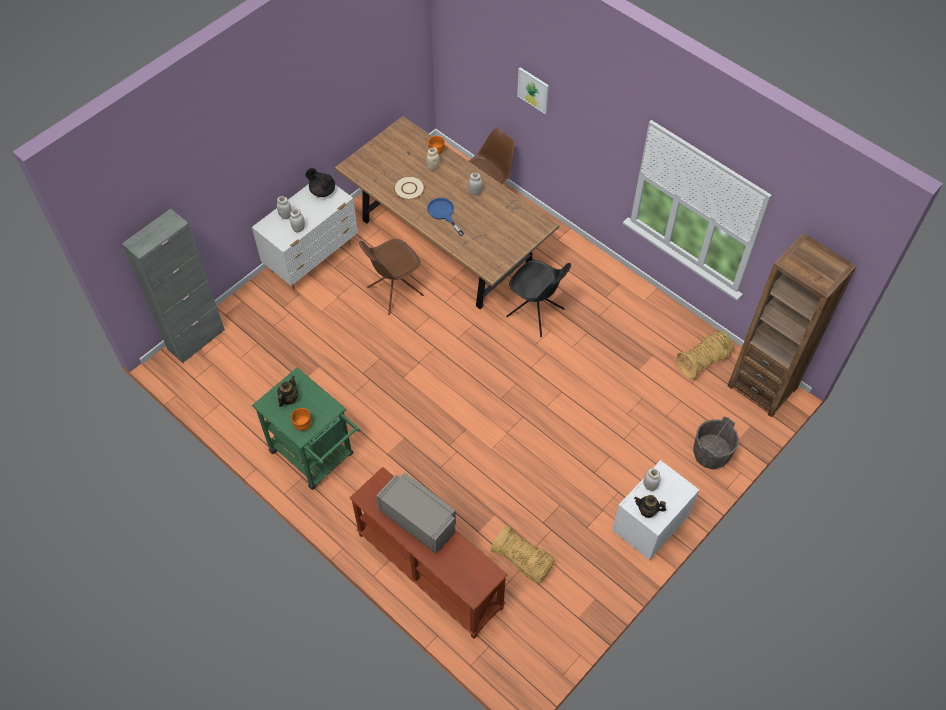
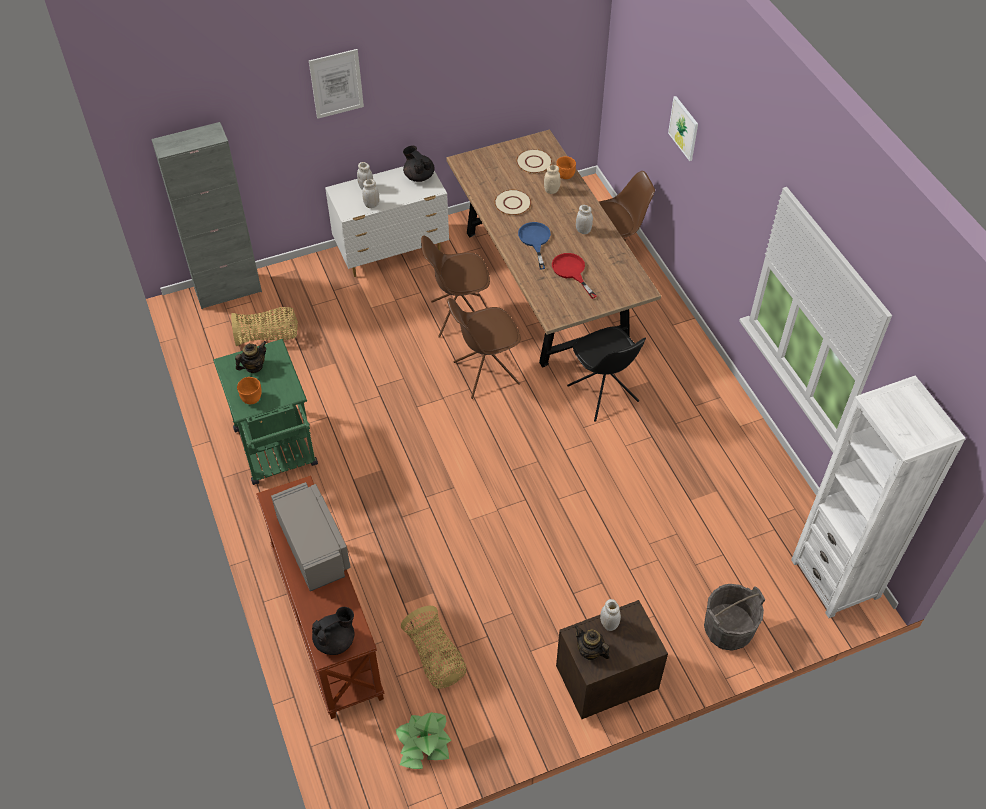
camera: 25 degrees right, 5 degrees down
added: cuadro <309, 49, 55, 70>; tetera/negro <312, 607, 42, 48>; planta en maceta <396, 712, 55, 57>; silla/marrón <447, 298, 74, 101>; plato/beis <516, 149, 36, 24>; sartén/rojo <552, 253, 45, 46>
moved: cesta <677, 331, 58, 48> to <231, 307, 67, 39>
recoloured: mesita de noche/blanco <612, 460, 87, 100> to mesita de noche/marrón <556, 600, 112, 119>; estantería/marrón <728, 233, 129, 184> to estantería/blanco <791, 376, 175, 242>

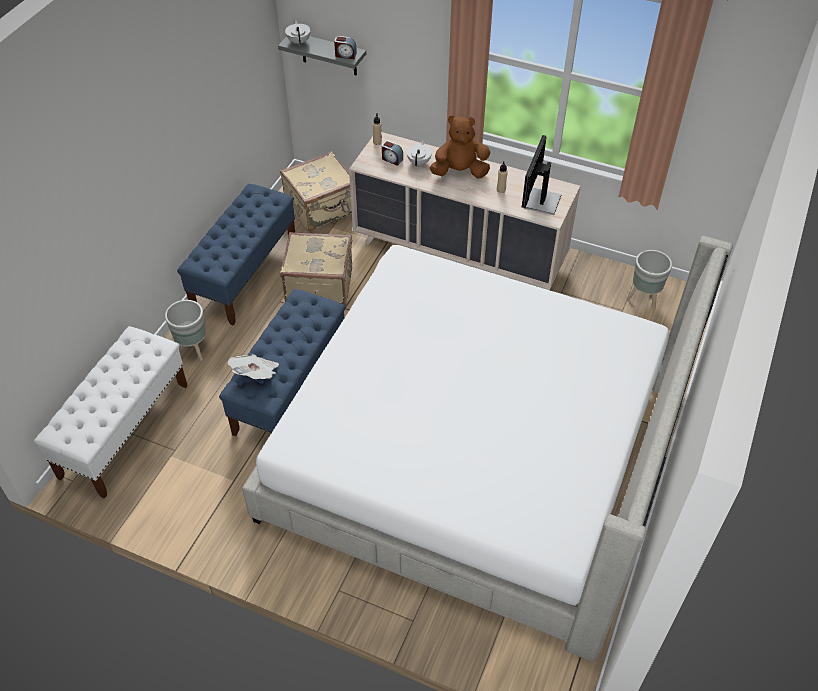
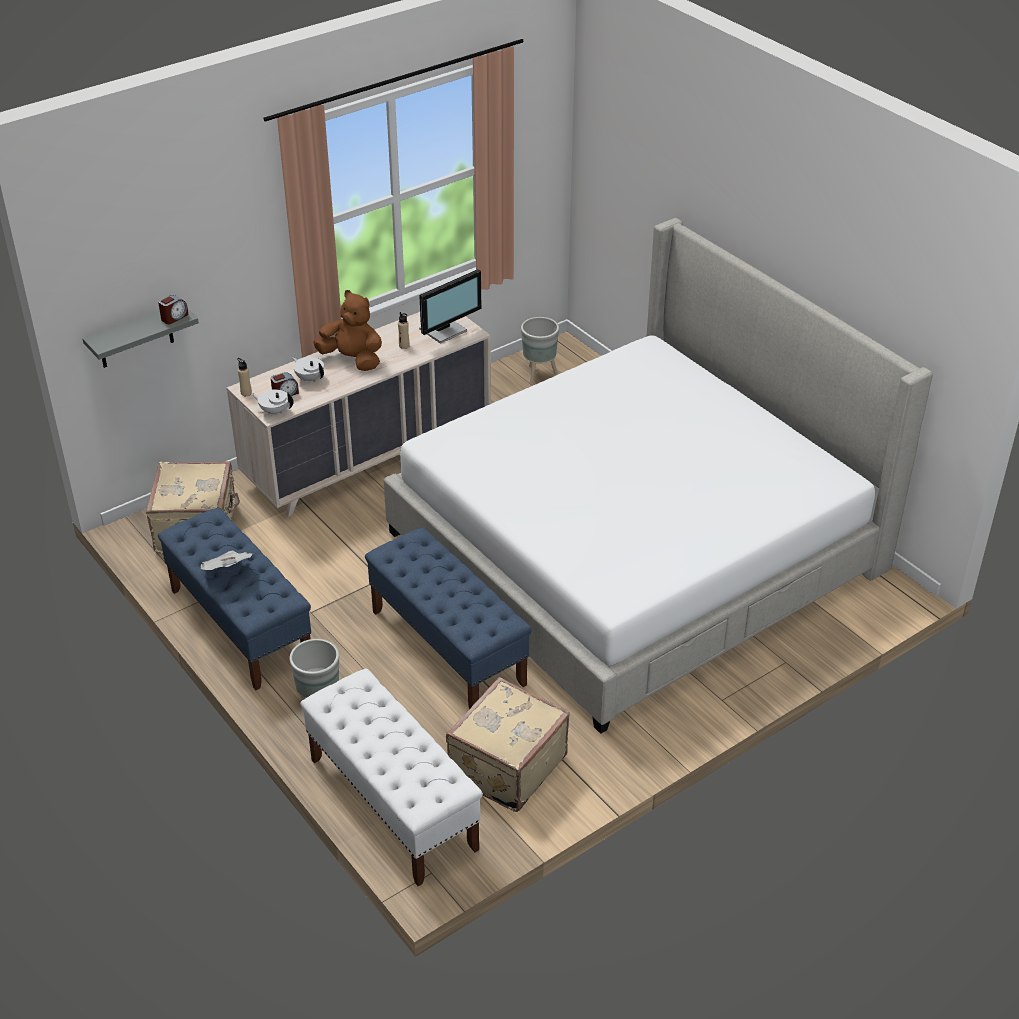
camera: 60 degrees left, 10 degrees down
moved: periódico <228, 354, 51, 25> to <201, 551, 52, 19>; maleta/beis <280, 232, 72, 74> to <446, 677, 124, 135>; tetera/blanco <285, 20, 26, 26> to <251, 389, 43, 27>
turned: peluche/marrón <430, 115, 60, 64> = <313, 290, 69, 81> 90 degrees clockwise; monitor <522, 135, 39, 80> = <419, 269, 62, 75> 90 degrees counterclockwise

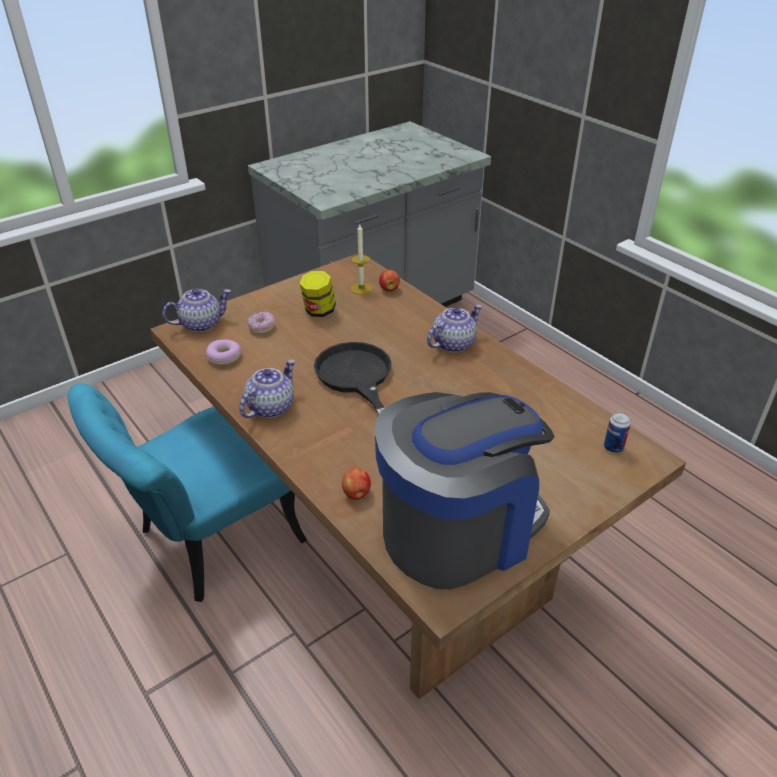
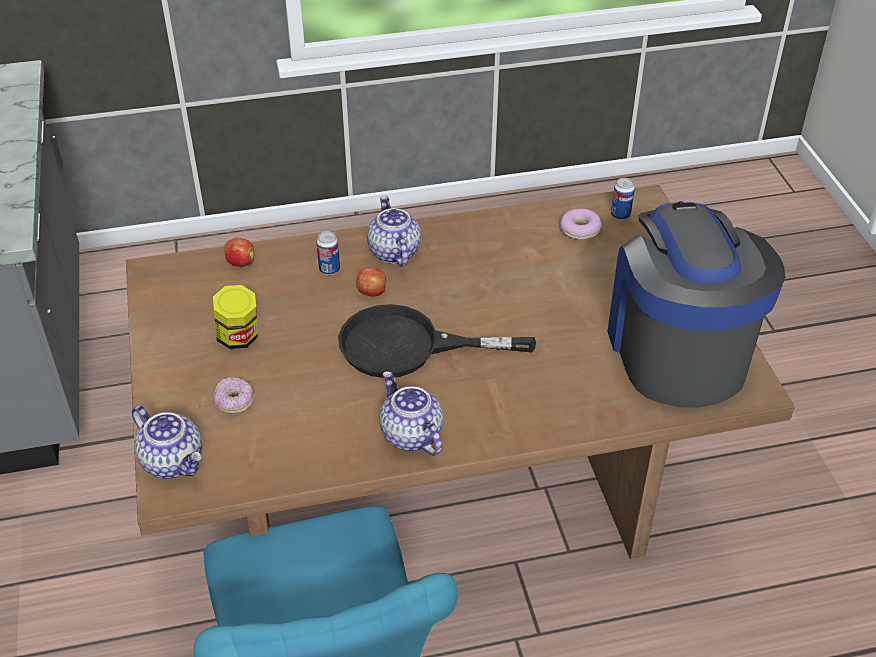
camera: 65 degrees left, 5 degrees up
removed: vela <351, 224, 21, 71>
added: lata <317, 231, 23, 44>
moved: rosquilla <206, 339, 35, 26> to <560, 209, 41, 31>; manzana <342, 468, 29, 32> to <356, 267, 30, 30>
turned: tetera <163, 288, 68, 44> = <132, 405, 70, 74> 135 degrees clockwise

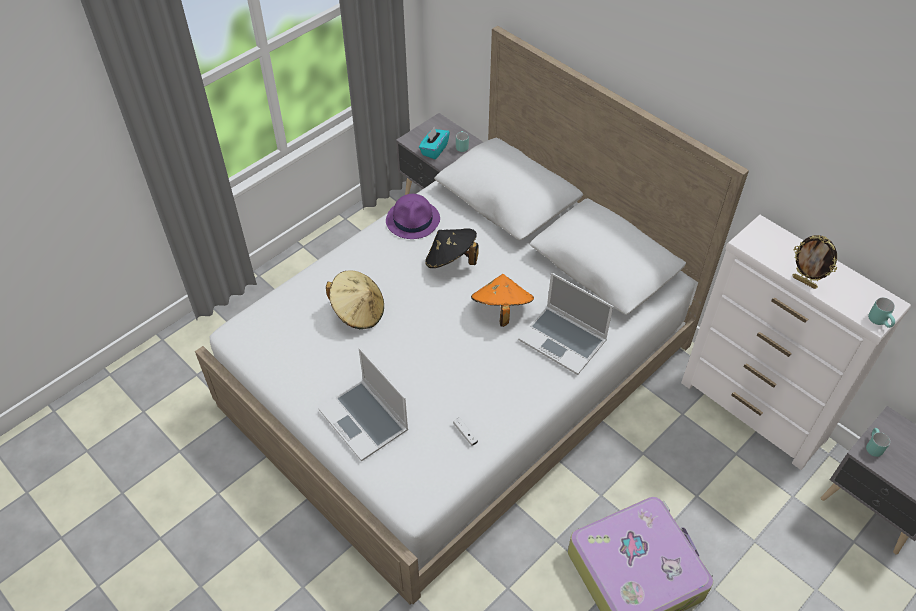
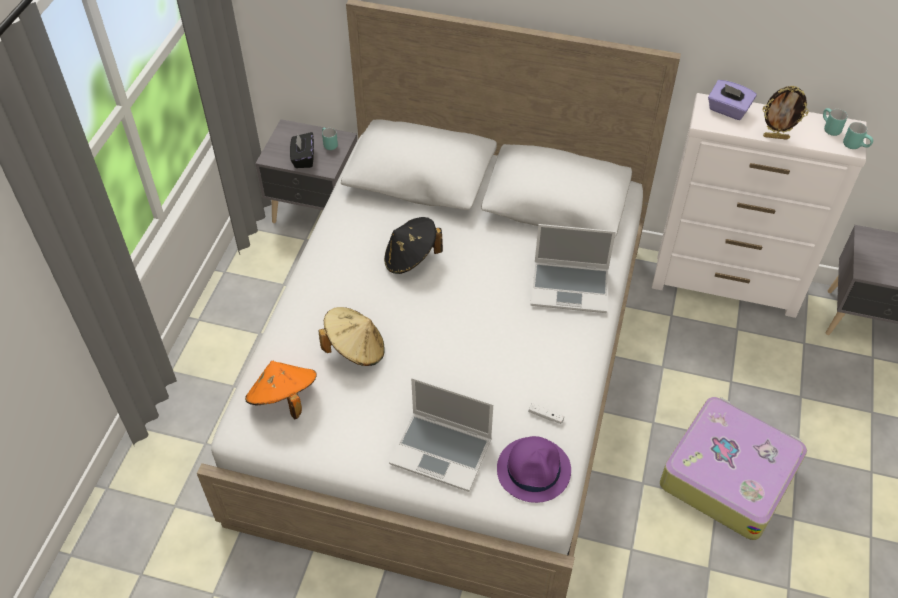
camera: 30 degrees left, 0 degrees up
added: caja de pañuelos/morado <708, 80, 49, 40>
moved: sombrero/morado <386, 194, 54, 45> to <497, 436, 74, 67>; sombrero/naranja <471, 274, 63, 53> to <245, 361, 72, 58>; taza grande/turquesa <866, 428, 24, 29> to <823, 108, 25, 28>
recoloured: caja de pañuelos/turquesa <419, 127, 31, 32> to caja de pañuelos/negro <290, 132, 24, 36>

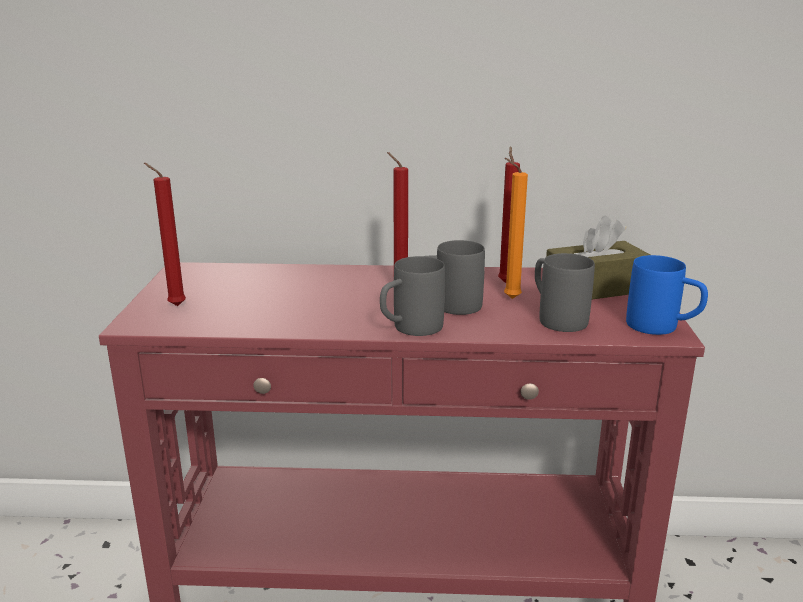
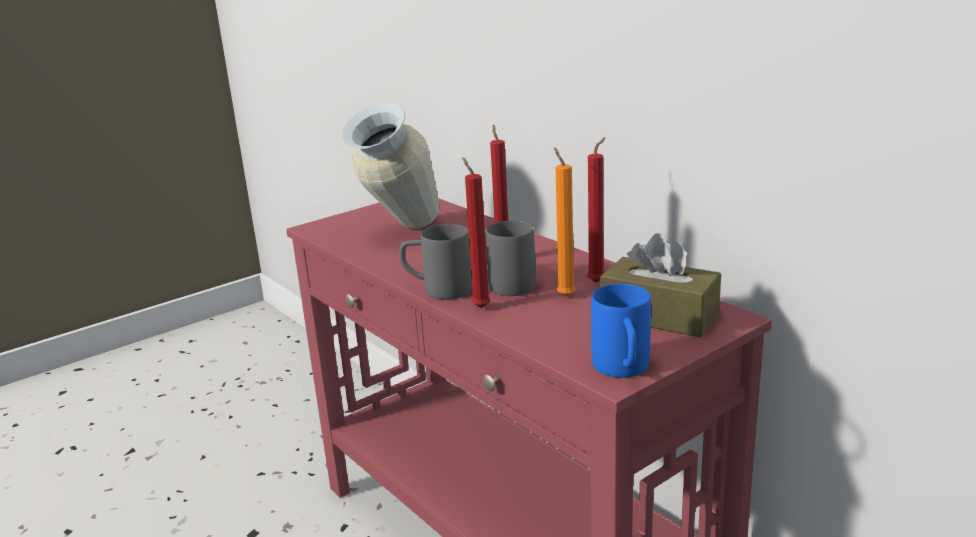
camera: 50 degrees right, 0 degrees up
removed: taza grande/gris <535, 253, 60, 79>
added: florero <342, 103, 98, 125>
moved: vela/rojo <144, 163, 42, 143> to <462, 157, 28, 151>

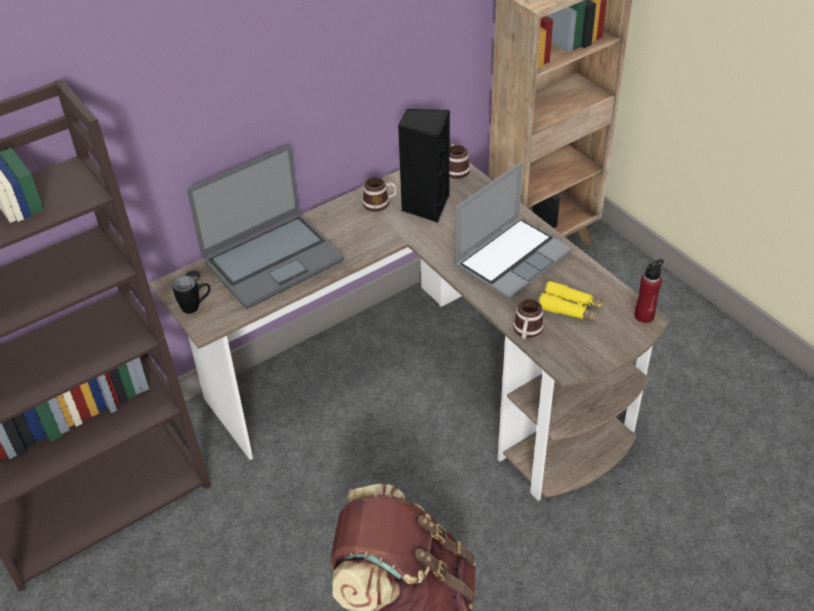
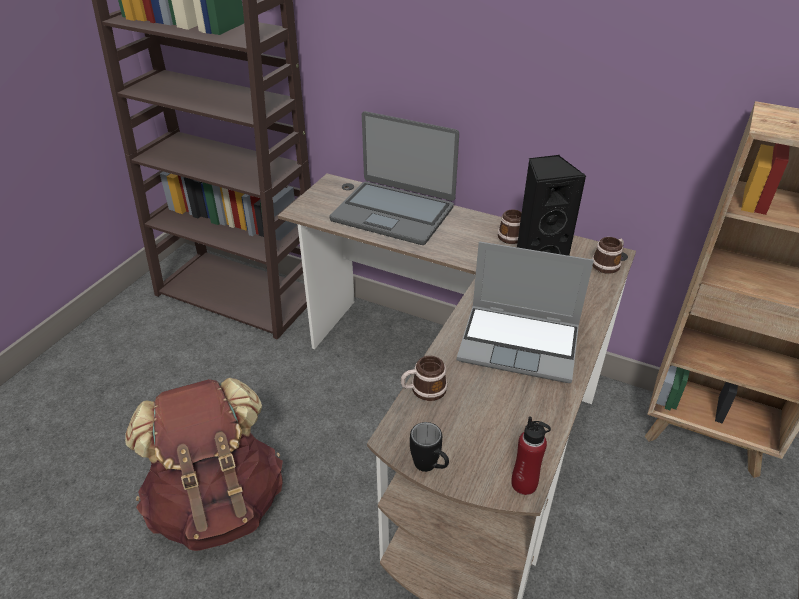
camera: 60 degrees right, 5 degrees down
removed: prismáticos/amarillo <539, 281, 65, 40>
moved: taza grande/negro <172, 276, 38, 38> to <410, 422, 39, 50>

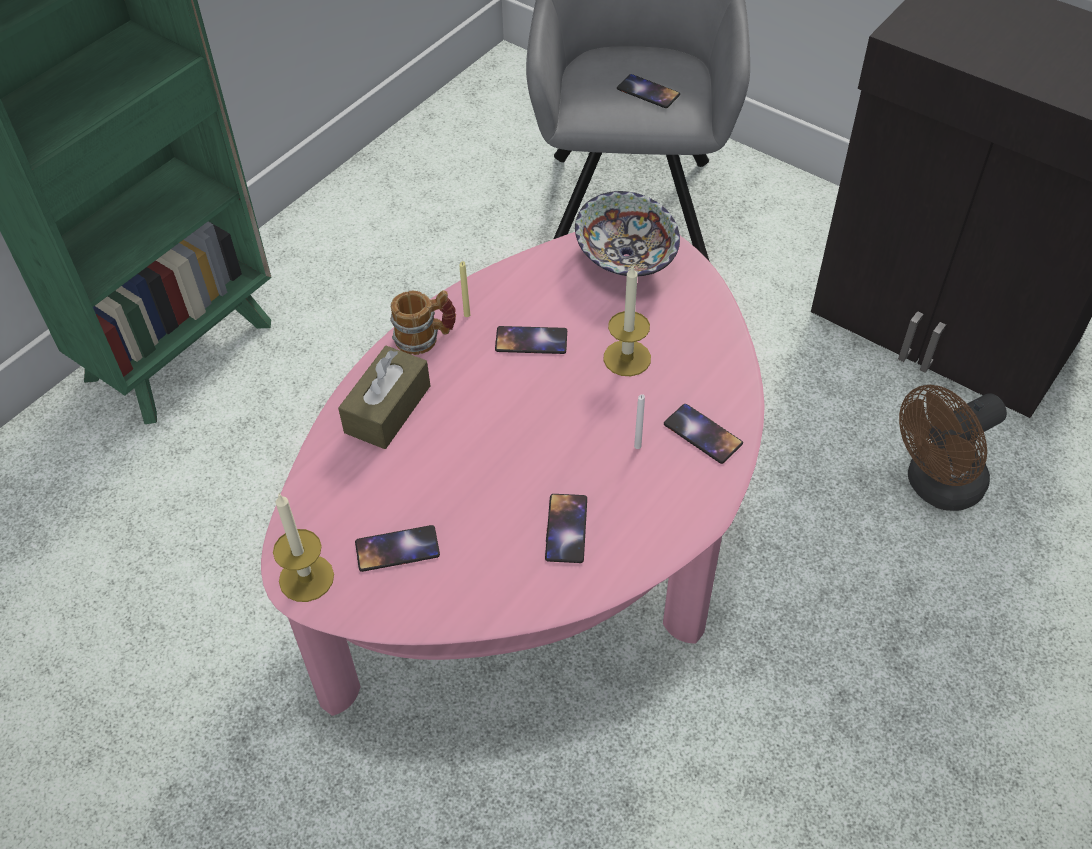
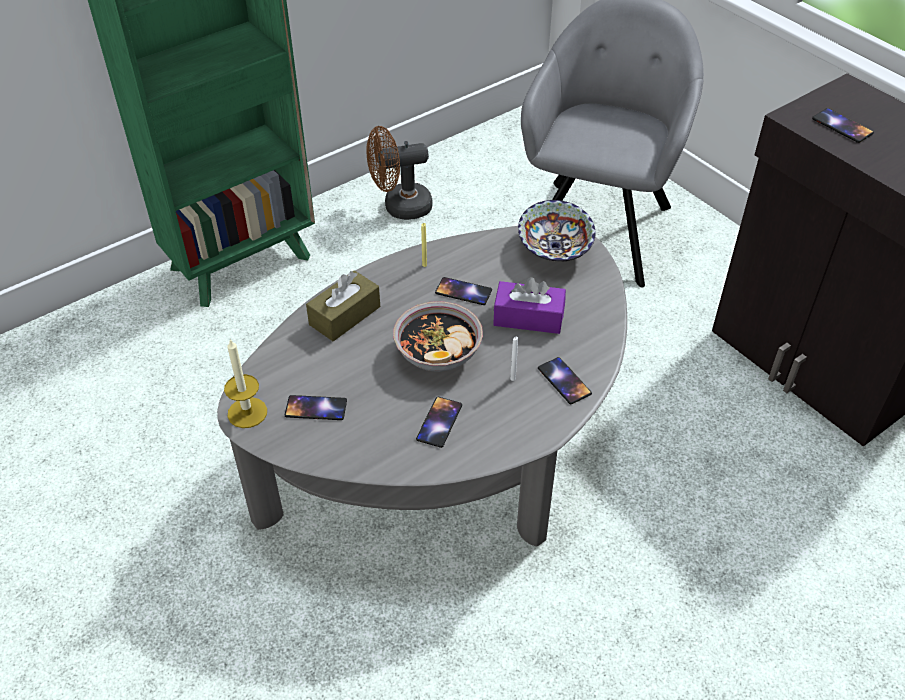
camera: 15 degrees right, 5 degrees down
removed: taza grande <390, 290, 66, 65>
added: cuenco <393, 301, 90, 71>
moved: móvil <617, 74, 63, 34> to <812, 108, 62, 35>; ventilador/marrón <899, 385, 108, 126> to <366, 126, 66, 94>
replaced: vela <603, 265, 48, 111> to caja de pañuelos/morado <493, 277, 73, 57>
recoloured: mesa de centro/rosa <261, 232, 504, 484> to mesa de centro/gris <217, 226, 410, 321>

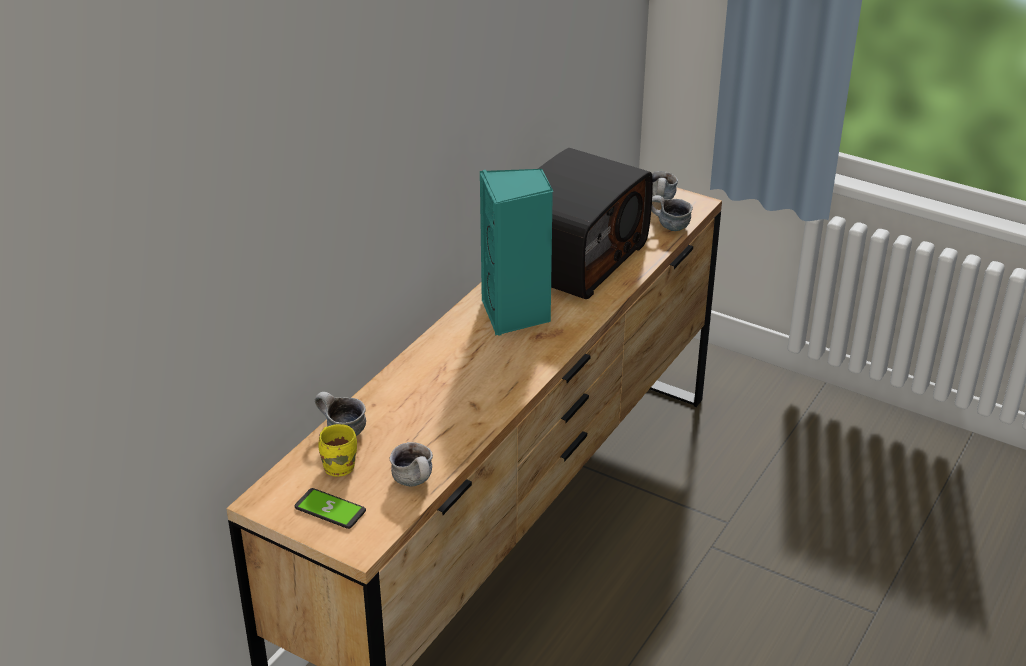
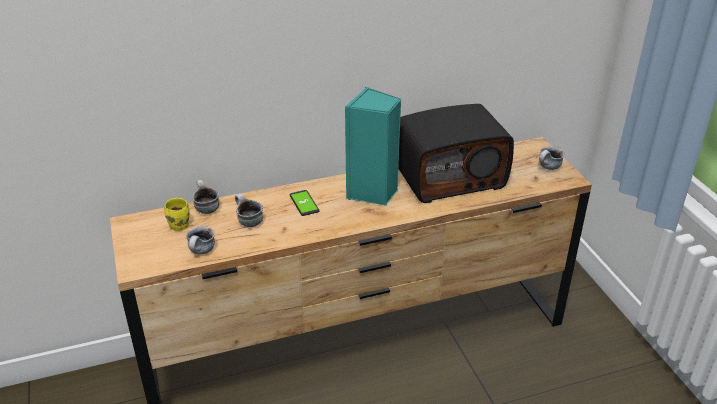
camera: 40 degrees right, 0 degrees up
moved: móvil <294, 488, 72, 41> to <290, 190, 29, 26>; taza grande <651, 195, 42, 36> to <235, 194, 28, 33>

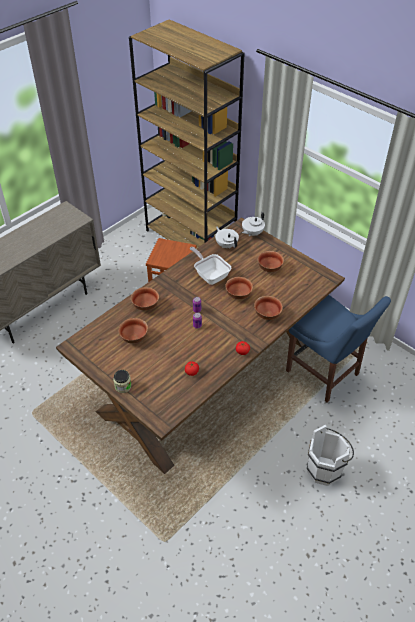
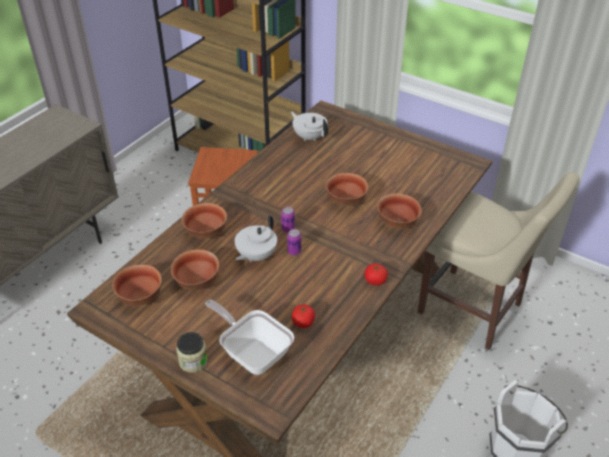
camera: 10 degrees left, 5 degrees down
moved: sartén <190, 247, 41, 38> to <205, 300, 89, 75>; tetera/blanco <242, 212, 23, 24> to <235, 215, 42, 47>; cuenco <258, 251, 26, 21> to <112, 265, 50, 41>
recoloured: silla/azul <286, 295, 105, 108> to silla/beis <418, 172, 161, 178>

